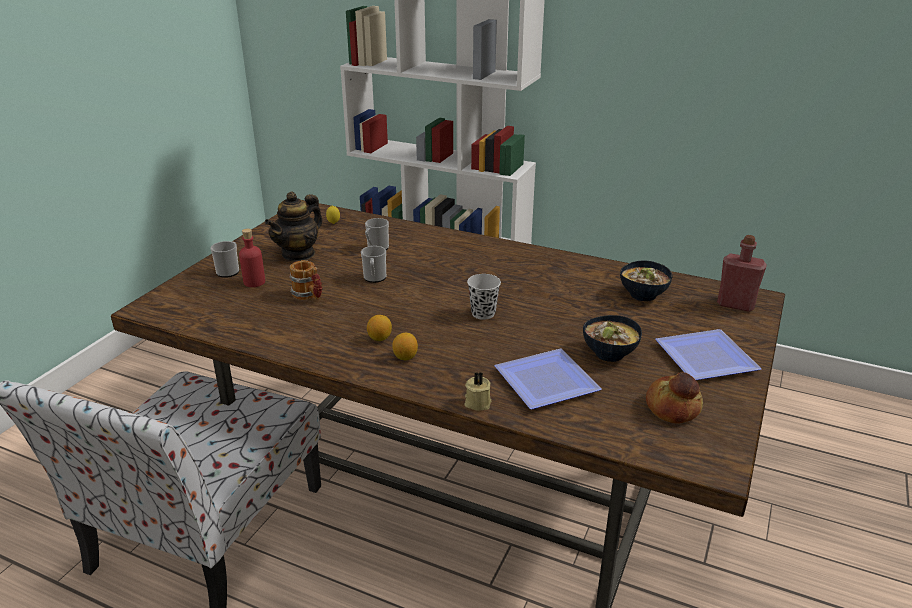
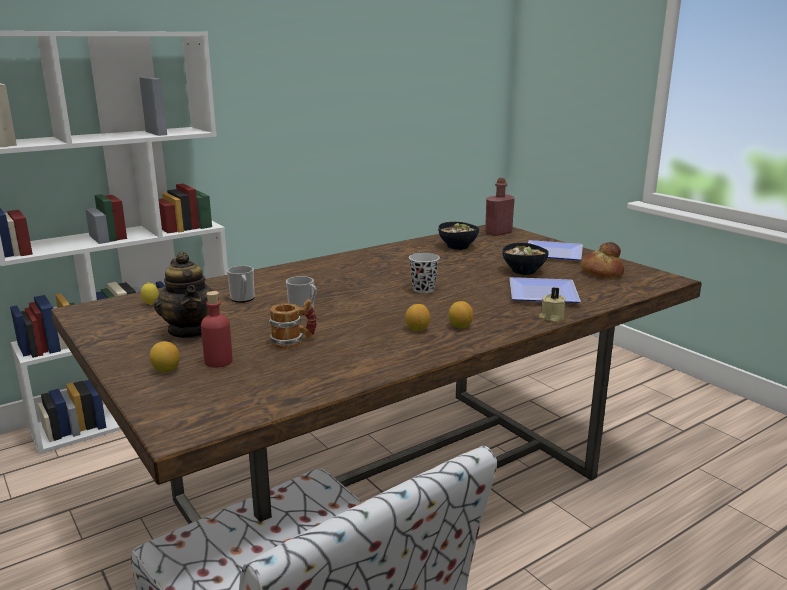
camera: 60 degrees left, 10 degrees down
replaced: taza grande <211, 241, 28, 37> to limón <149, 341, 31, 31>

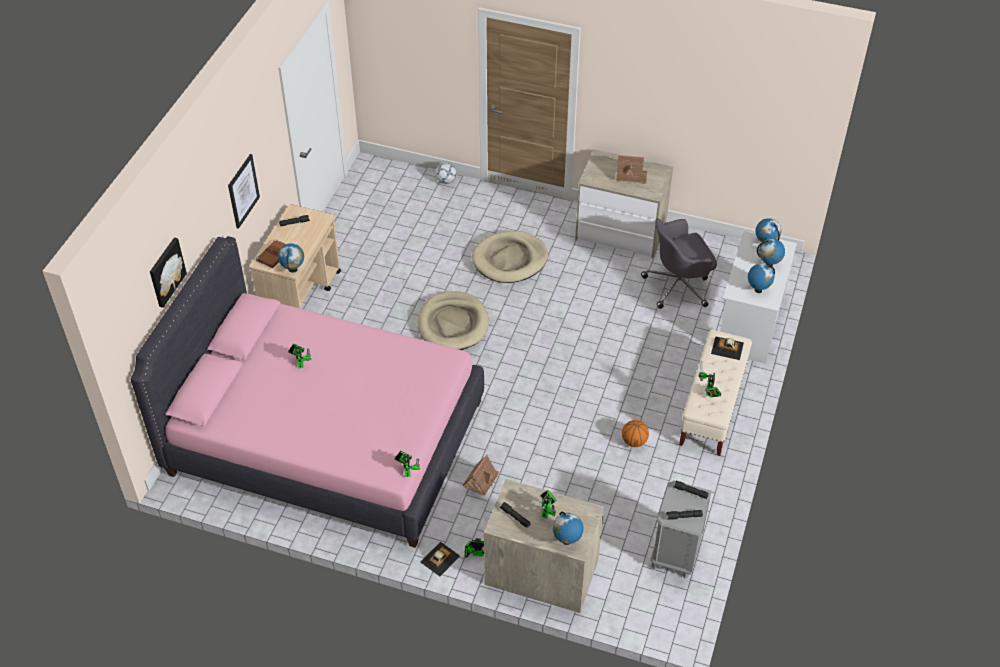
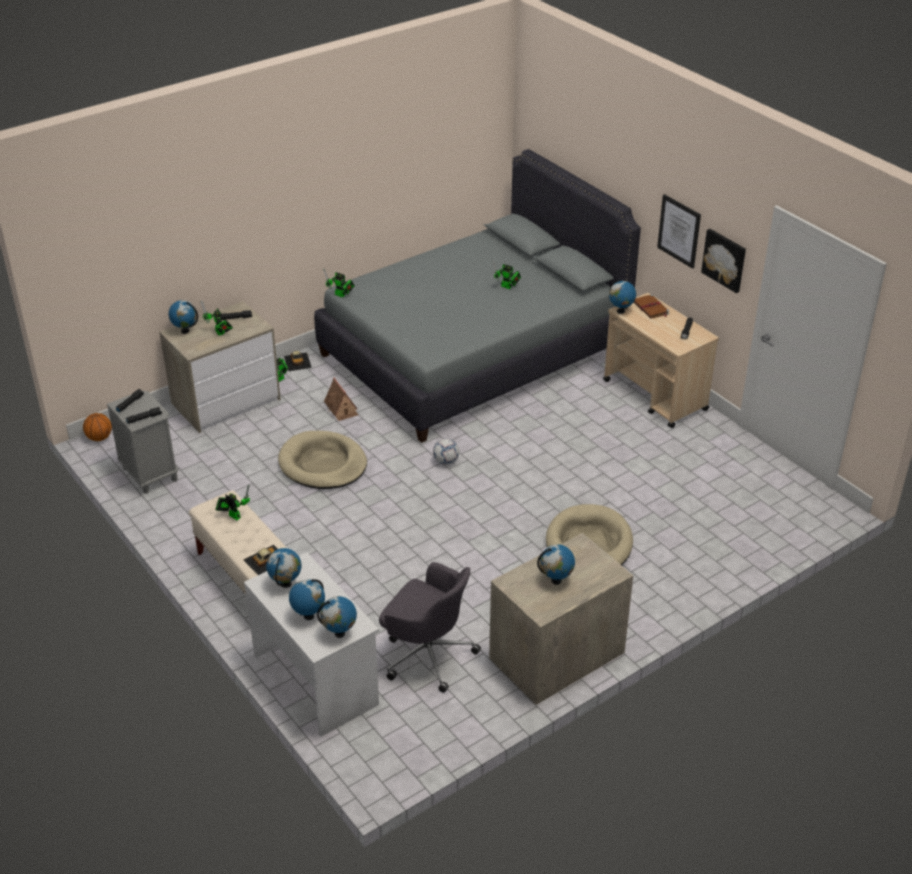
camera: 125 degrees right, 10 degrees down
moved: cuadro <150, 238, 37, 70> to <701, 229, 45, 64>; cama para perro/beis <418, 291, 71, 59> to <278, 431, 89, 58>; balón de fútbol <436, 163, 21, 21> to <433, 438, 26, 27>; balón de baloncesto <622, 420, 27, 27> to <83, 413, 29, 28>
replaced: casita <616, 155, 31, 29> to globo terráqueo <537, 544, 38, 41>
recoloured: cama/rosa <130, 236, 354, 312> to cama/gris <314, 149, 327, 294>
turned: silla de oficina/gris <641, 218, 76, 91> = <379, 562, 102, 131> 105 degrees clockwise

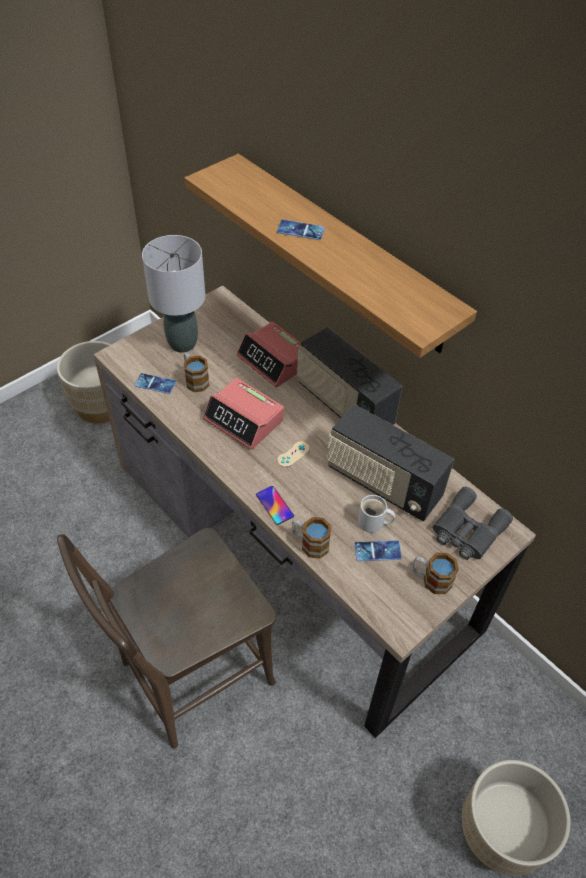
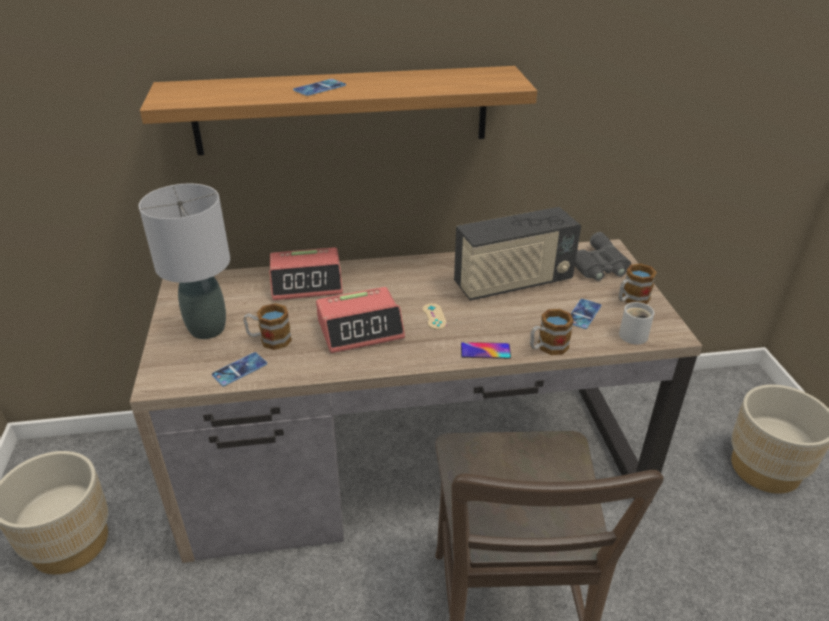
camera: 55 degrees left, 15 degrees down
removed: radio <297, 327, 105, 98>
moved: taza grande/blanco <358, 495, 37, 38> to <619, 302, 35, 43>

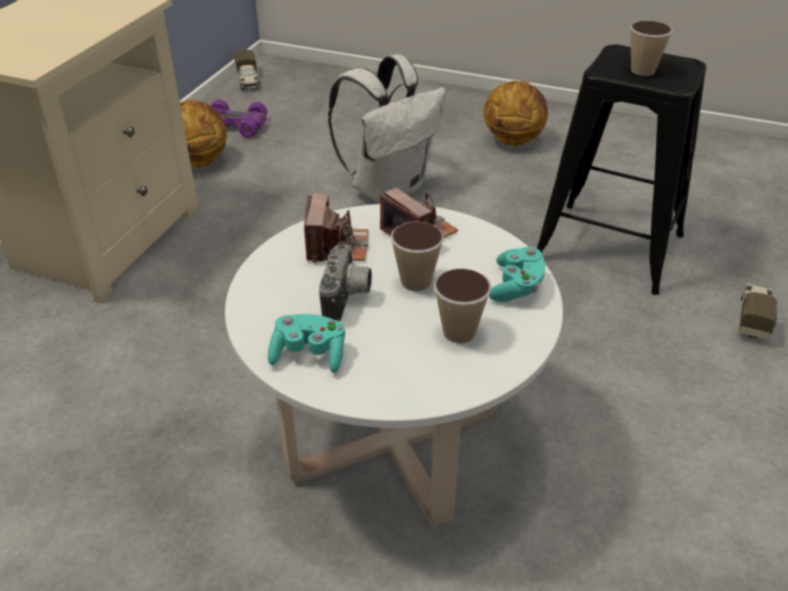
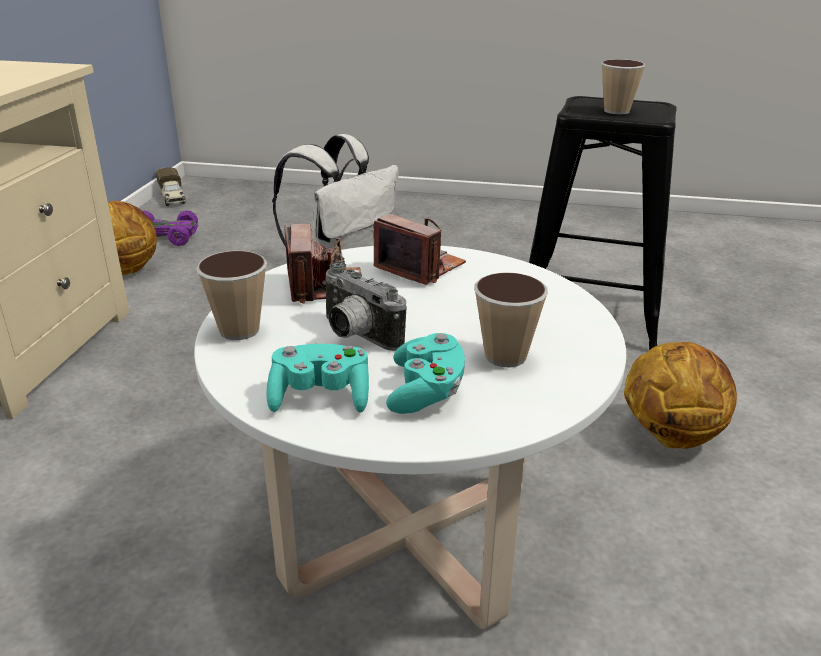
camera: 10 degrees left, 10 degrees down
removed: camión de juguete <738, 283, 39, 58>
moved: taza <390, 221, 54, 70> to <196, 251, 71, 89>; balón de baloncesto <483, 81, 65, 65> to <624, 342, 113, 107>; mando de consola/turquesa <489, 247, 56, 55> to <386, 333, 79, 81>
turned: cámara <319, 242, 53, 79> = <322, 262, 85, 89> 135 degrees clockwise

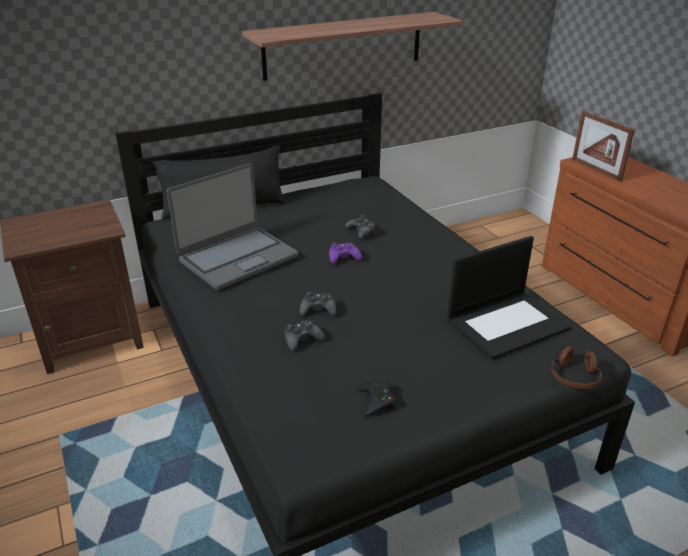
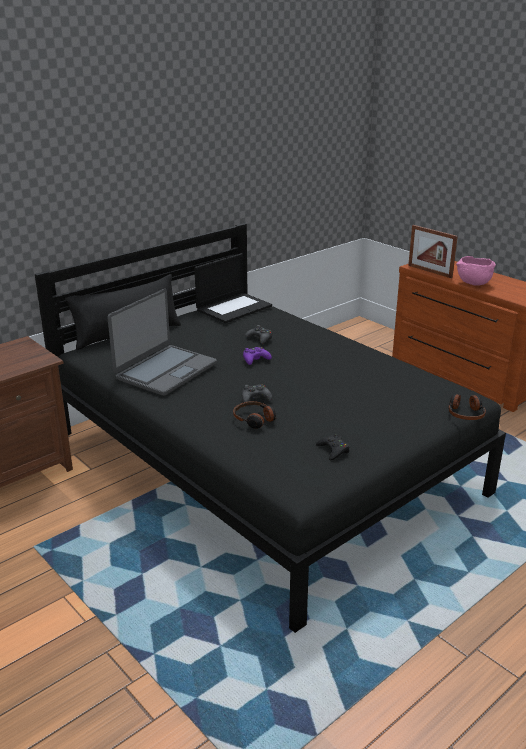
camera: 15 degrees left, 5 degrees down
removed: estante <242, 12, 222, 69>
added: cuenco/rosa <456, 256, 40, 30>
moved: portátil <447, 236, 124, 124> to <194, 253, 78, 70>
replaced: mando de consola/negro <284, 320, 41, 31> to auriculares <233, 401, 44, 28>

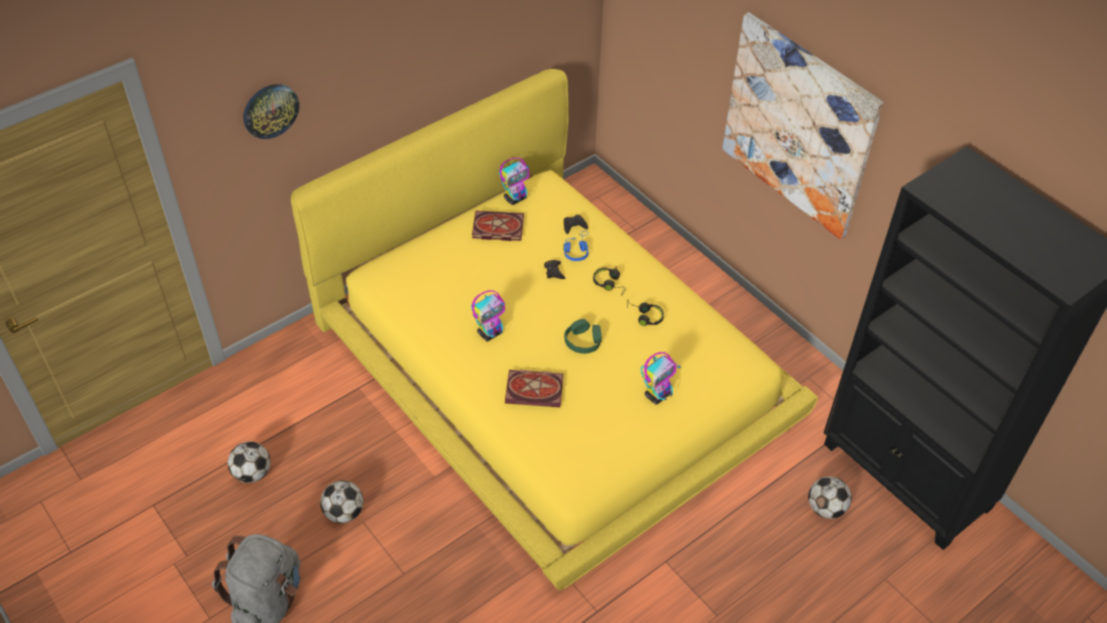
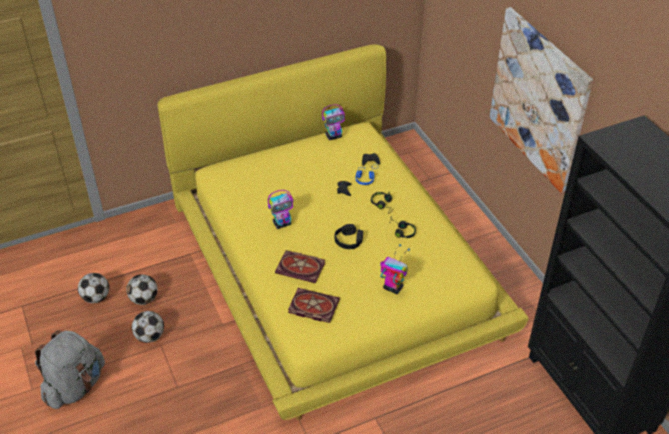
camera: 15 degrees right, 5 degrees down
removed: reloj de pared <243, 84, 56, 55>
moved: libro <472, 211, 52, 30> to <288, 288, 52, 35>; balón de fútbol <808, 476, 44, 43> to <126, 274, 32, 31>
recoloured: auriculares/verde <564, 319, 38, 35> to auriculares/negro <334, 224, 29, 25>
turned: robot de juguete <641, 352, 39, 52> = <380, 244, 30, 50> 120 degrees counterclockwise

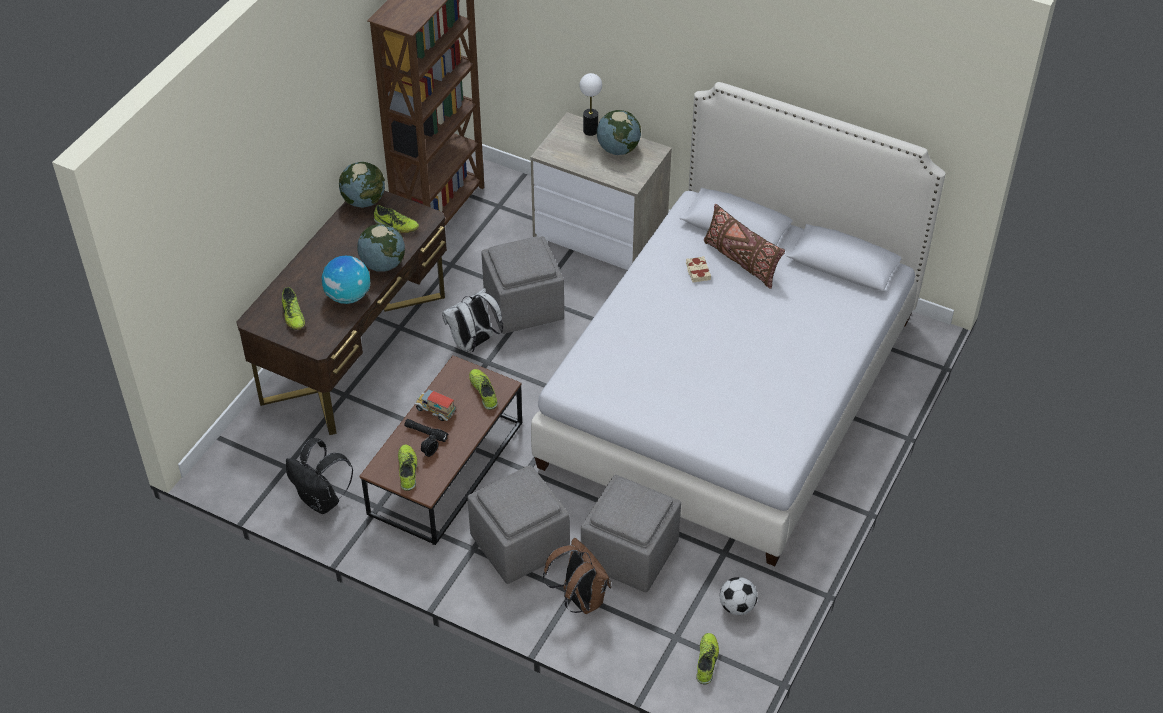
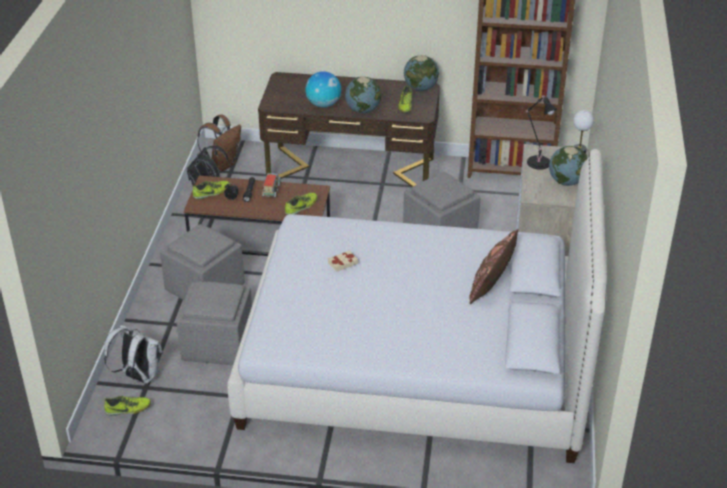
camera: 70 degrees right, 10 degrees down
removed: zapato <282, 287, 23, 43>; balón de fútbol <720, 577, 37, 38>
added: lámpara de mesa/negro <526, 95, 31, 75>
moved: mochila/blanco <442, 288, 61, 64> to <104, 325, 59, 59>; mochila/marrón <543, 538, 68, 76> to <197, 114, 44, 57>; libro/beis <686, 256, 25, 26> to <328, 250, 30, 22>

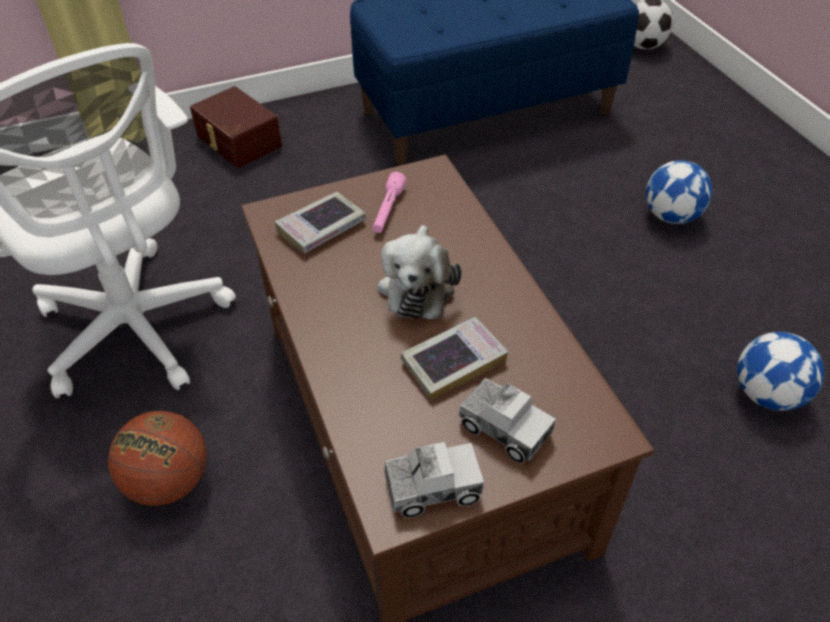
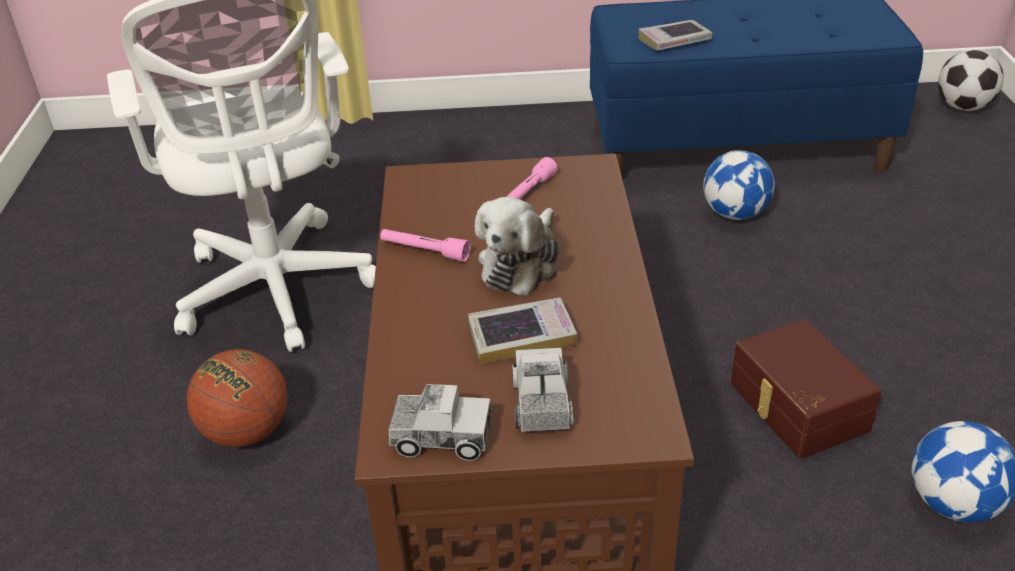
camera: 20 degrees right, 10 degrees down
added: linterna/rosa <380, 229, 91, 33>
moved: caja de almacenaje/marrón <190, 86, 93, 82> to <731, 319, 151, 140>; libro <274, 192, 92, 61> to <638, 20, 74, 31>; balón de fútbol <646, 160, 66, 64> to <703, 150, 72, 70>
turned: camión de juguete <458, 378, 98, 85> = <512, 348, 61, 84> 150 degrees counterclockwise

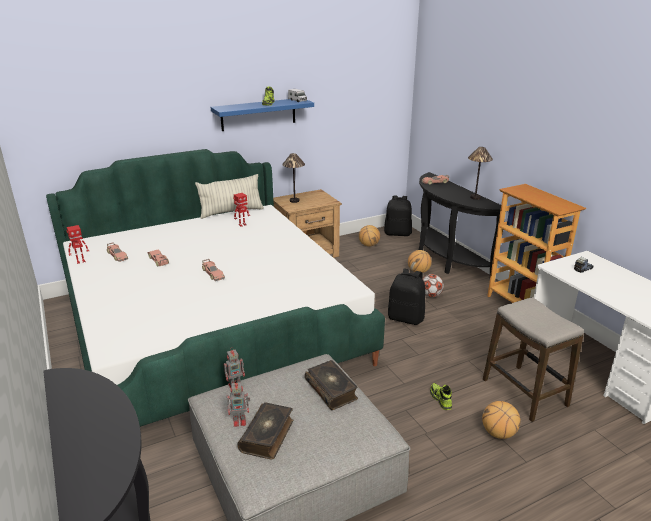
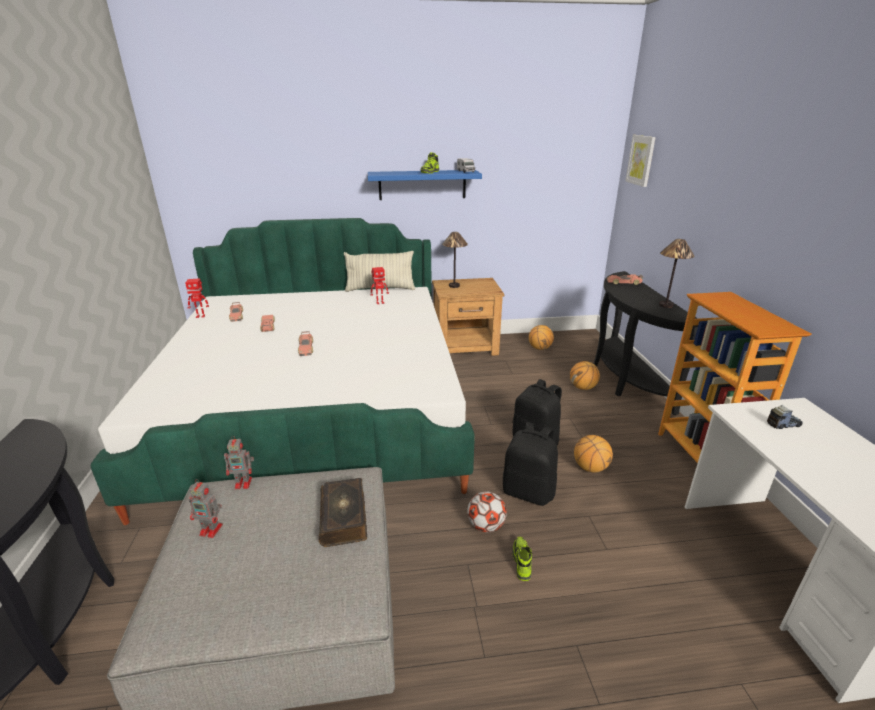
camera: 20 degrees right, 0 degrees up
removed: libro <237, 402, 56, 57>; taburete <483, 297, 101, 125>
added: cuadro <626, 135, 30, 52>
moved: mochila/negro <384, 195, 28, 41> to <503, 422, 55, 84>; balón de fútbol <423, 274, 21, 23> to <467, 492, 40, 41>; balón de baloncesto <482, 401, 38, 38> to <574, 435, 39, 37>

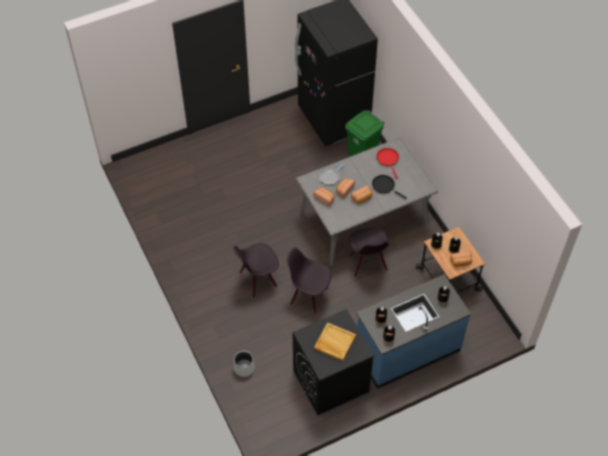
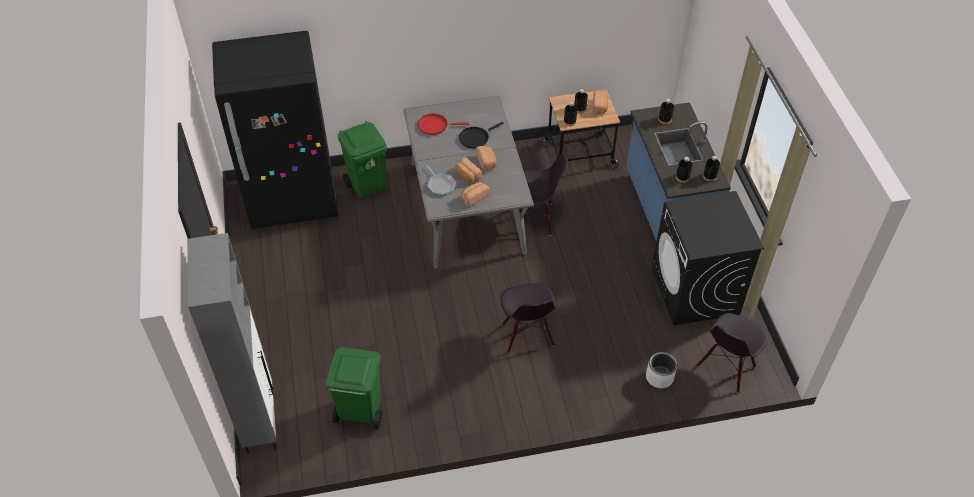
camera: 75 degrees left, 5 degrees down
removed: bandeja/beis <314, 322, 42, 40>
added: armario/gris <187, 233, 90, 221>; papelera/verde <326, 347, 56, 82>
moved: silla/negro <287, 247, 45, 66> to <696, 313, 72, 80>

